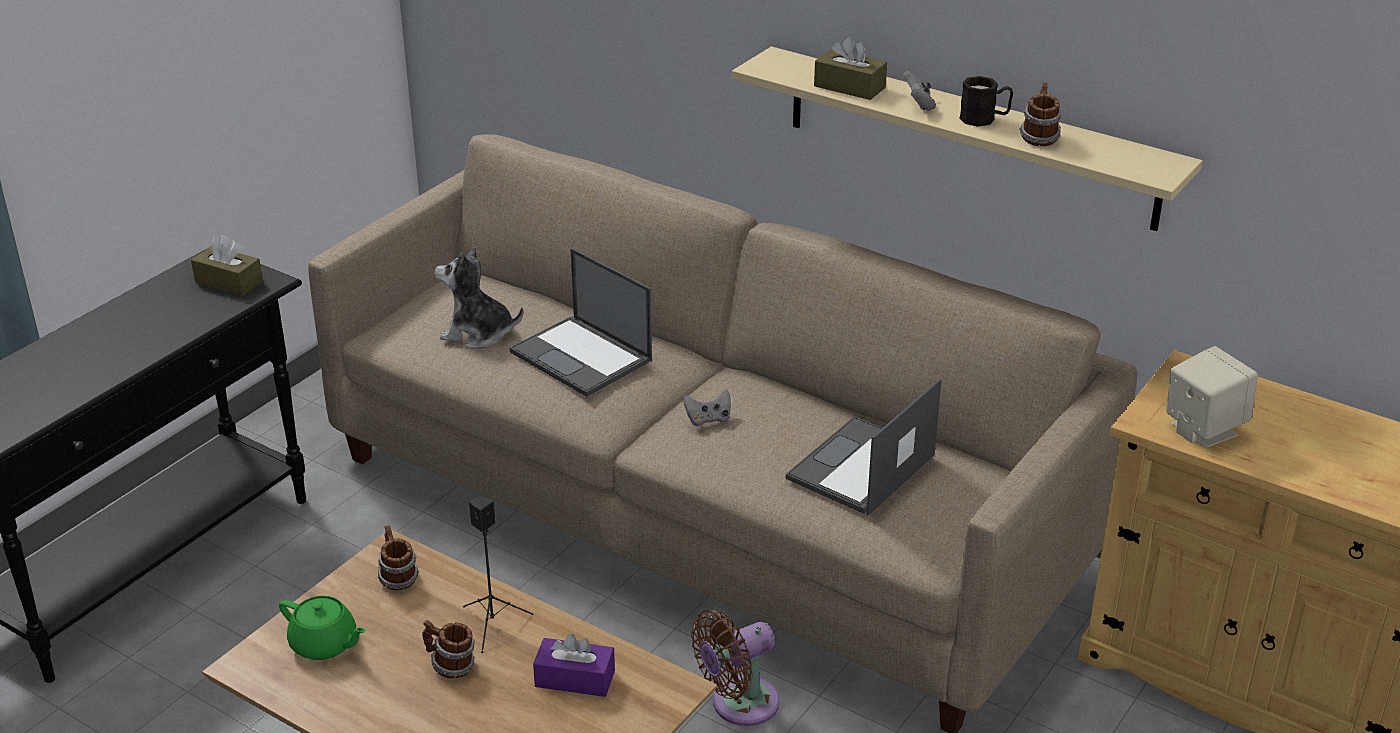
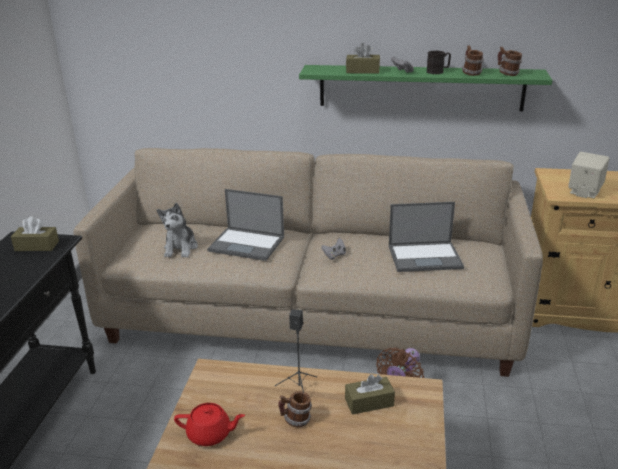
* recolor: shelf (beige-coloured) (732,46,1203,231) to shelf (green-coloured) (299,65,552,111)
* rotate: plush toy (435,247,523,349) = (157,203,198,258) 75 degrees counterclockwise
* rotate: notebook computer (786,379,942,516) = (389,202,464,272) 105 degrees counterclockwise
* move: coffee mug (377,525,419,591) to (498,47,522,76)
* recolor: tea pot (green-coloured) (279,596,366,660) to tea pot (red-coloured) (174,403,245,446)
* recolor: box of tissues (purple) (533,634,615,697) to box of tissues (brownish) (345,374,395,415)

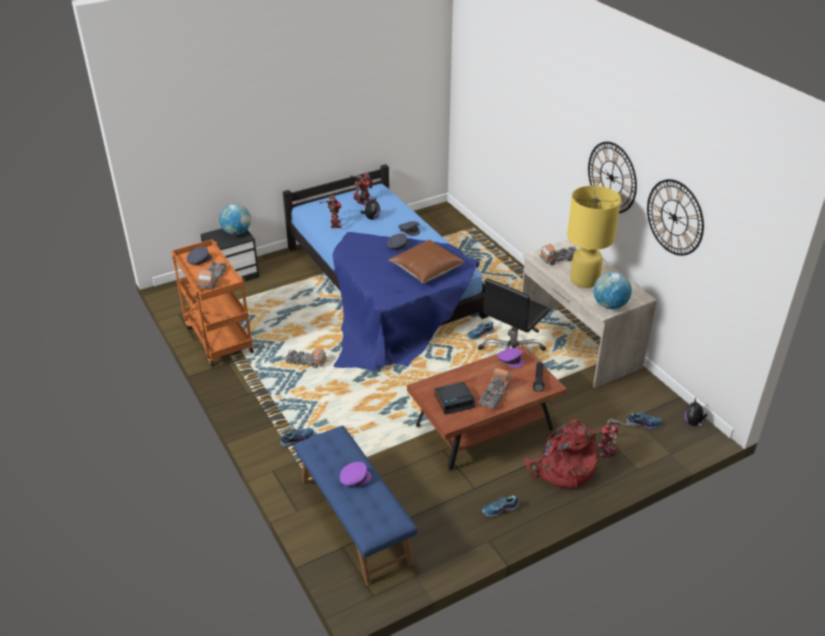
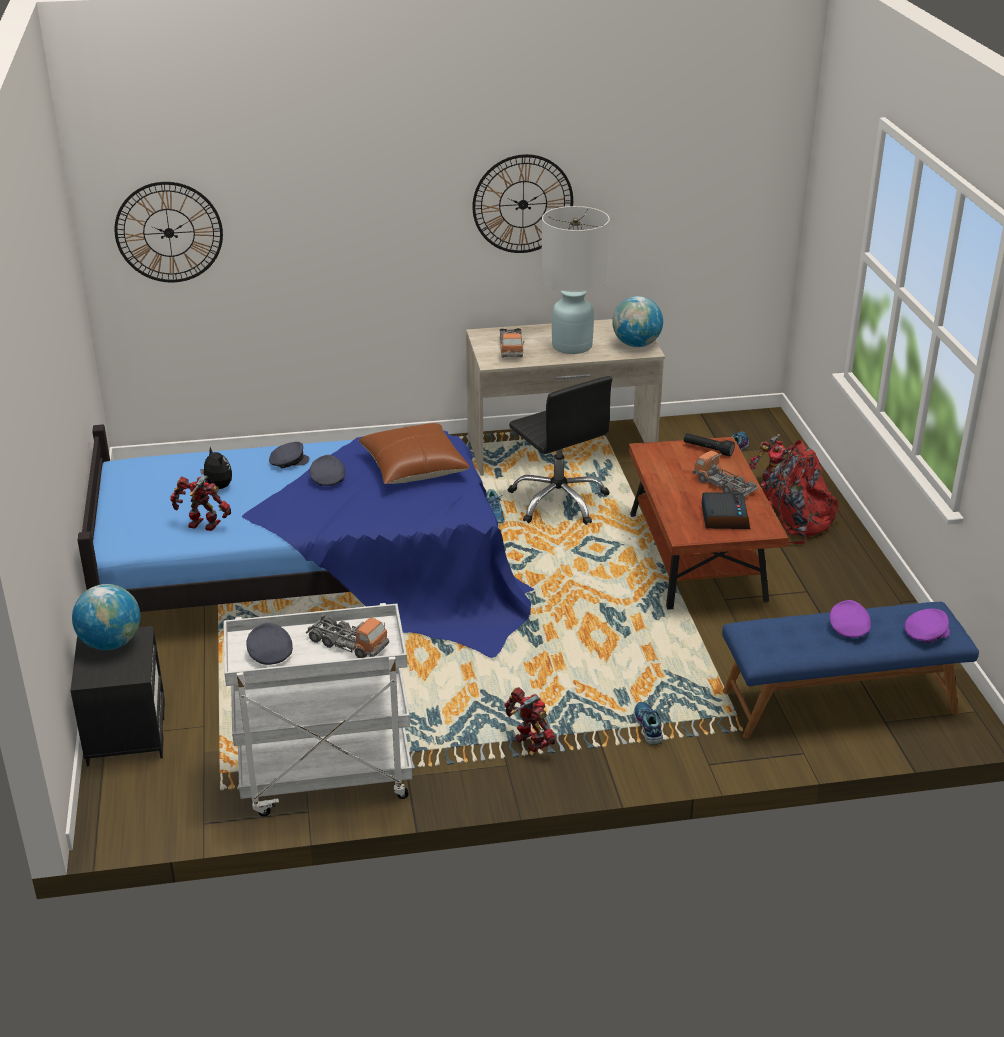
* move: model robot (350,173,373,206) to (505,687,556,752)
* move: hanging clock (647,179,704,256) to (115,182,223,283)
* recolor: table lamp (yellow) (567,185,621,288) to table lamp (white-coloured) (541,206,610,354)
* recolor: wheeled cart (orangey) (172,239,254,367) to wheeled cart (white-coloured) (224,603,412,816)
* delete: model truck (284,348,327,368)
* move: baseball cap (purple) (497,348,524,368) to (905,609,950,643)
* delete: plush toy (685,398,707,427)
* delete: shoe (482,495,519,517)

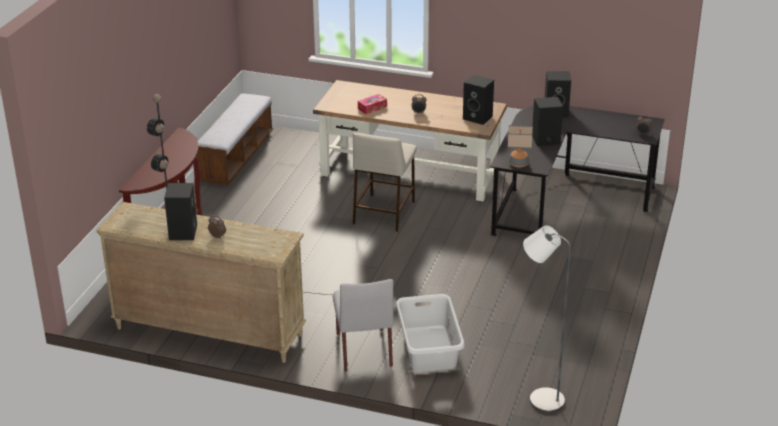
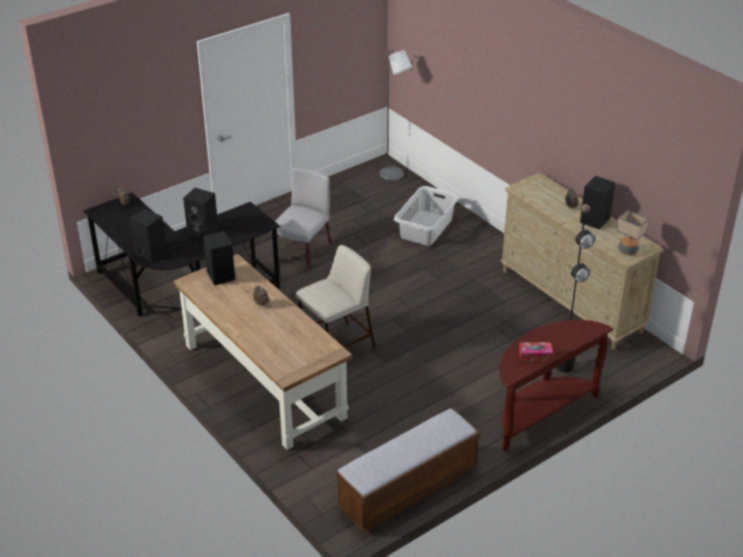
* move: box of tissues (358,94,387,114) to (519,342,553,361)
* move: table lamp (508,125,533,168) to (616,210,649,255)
* move: upright chair (grey) (333,279,394,372) to (271,168,331,270)

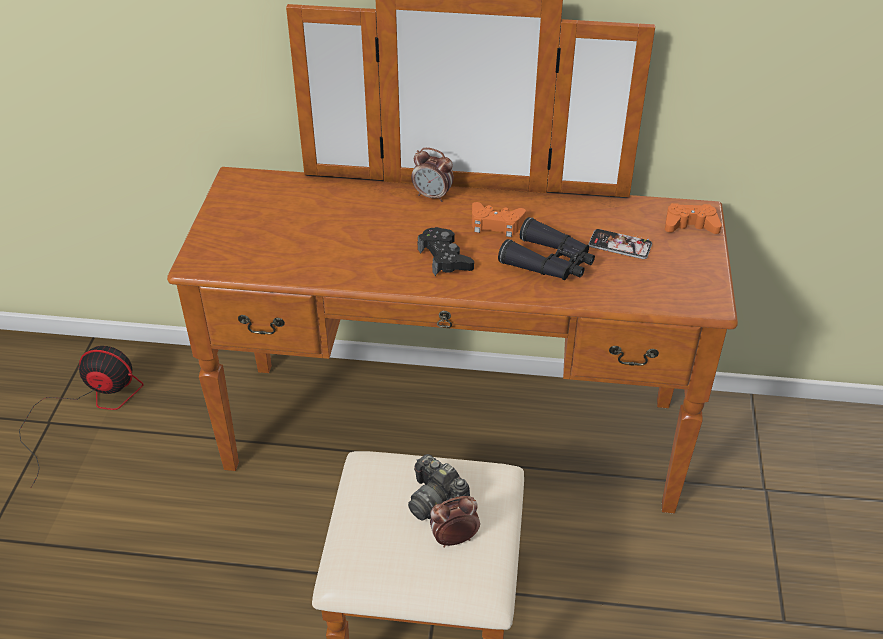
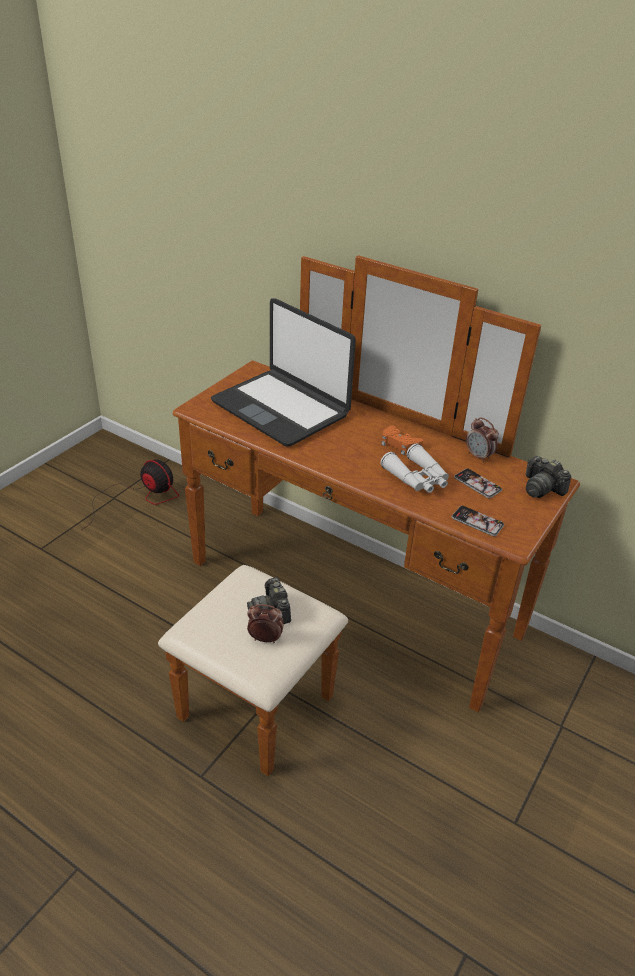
* move: bedside clock (411,148,454,202) to (466,417,499,463)
* replace: gamepad (orangey) (665,203,722,234) to still camera (526,456,571,498)
* recolor: field glasses (blackish) (498,217,595,280) to field glasses (white-coloured) (380,443,449,493)
* delete: gamepad (blackish) (418,227,474,276)
* insert: notebook computer (211,298,356,446)
* insert: handset (451,506,504,536)

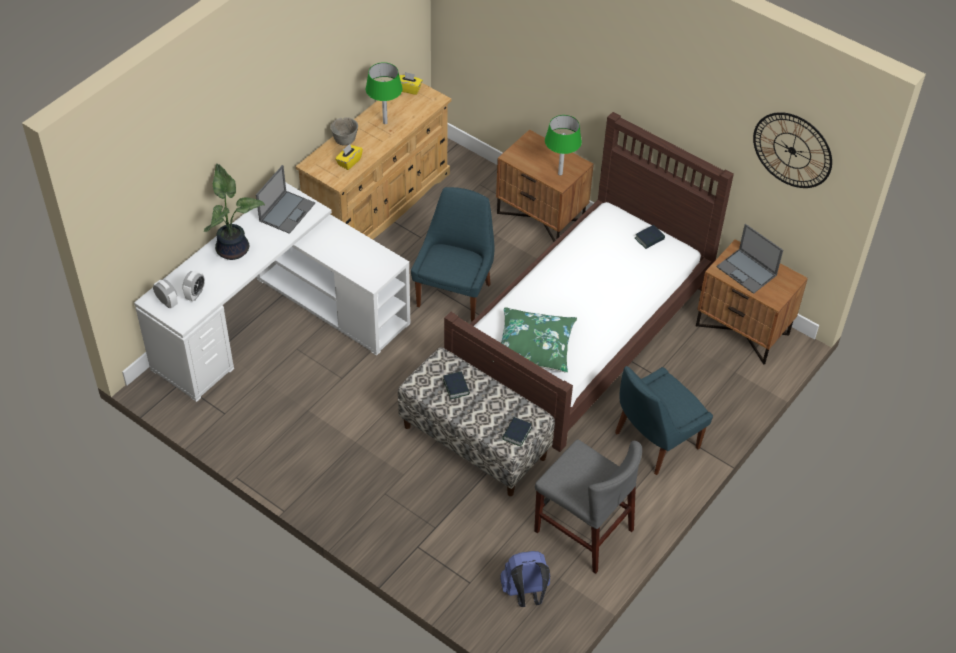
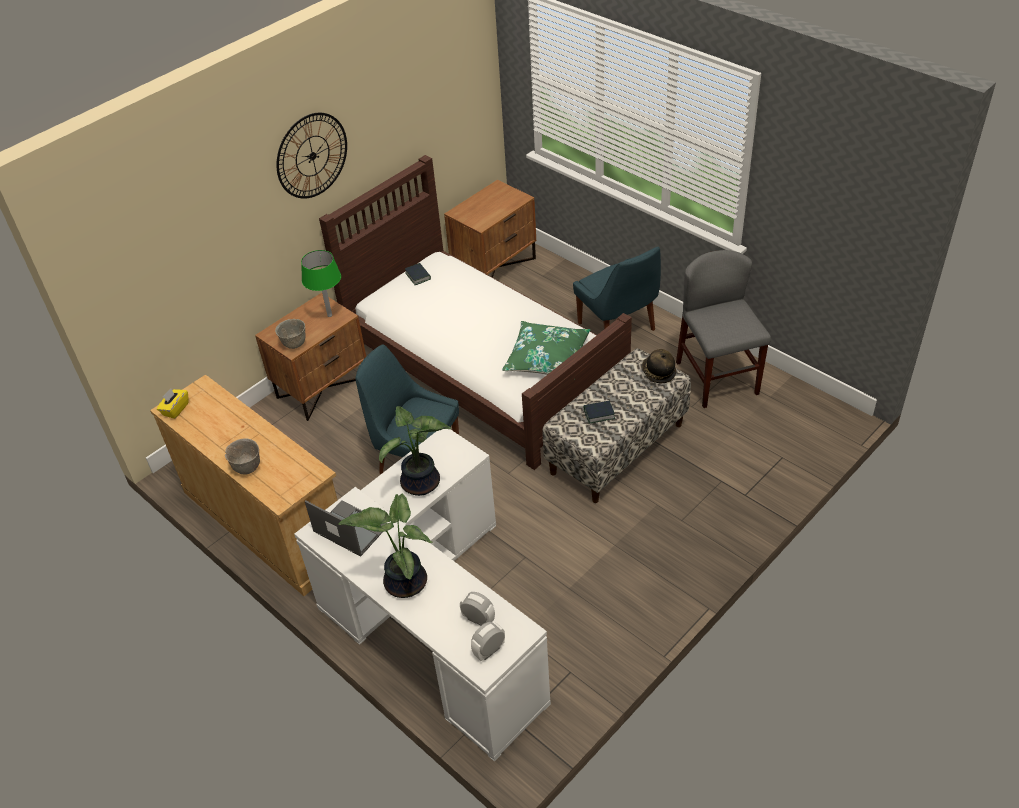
* delete: table lamp (green-coloured) (366,62,402,124)
* move: hanging clock (753,112,832,188) to (276,113,347,199)
* delete: box of tissues (yellow) (335,144,363,170)
* delete: notebook computer (717,224,783,294)
* replace: volume (502,417,532,447) to wearable hat (642,349,676,383)
* rotate: upright chair (grey) (534,439,642,574) = (676,250,771,408) 60 degrees counterclockwise
* delete: backpack (bluish) (500,551,550,607)
* insert: deep dish (grey) (275,319,305,349)
* insert: plant in a pot (379,406,451,496)

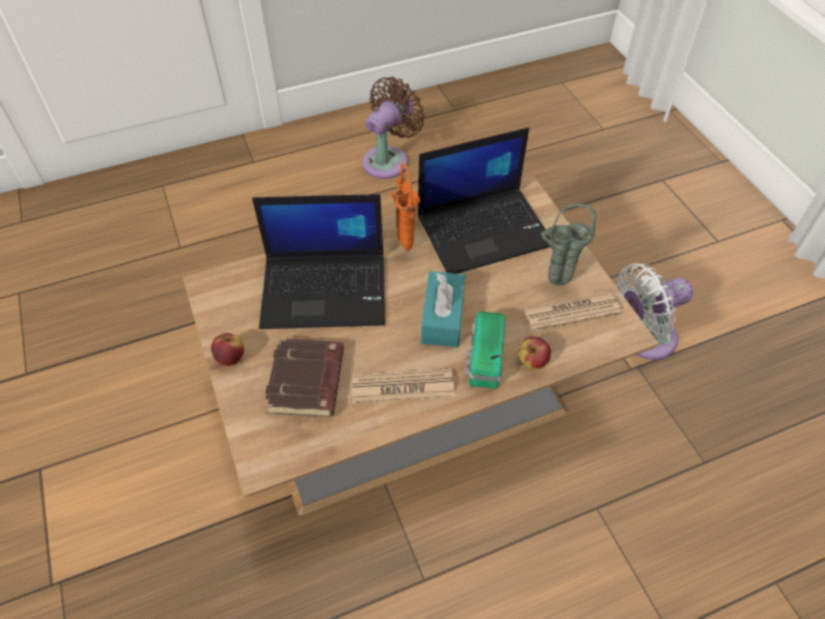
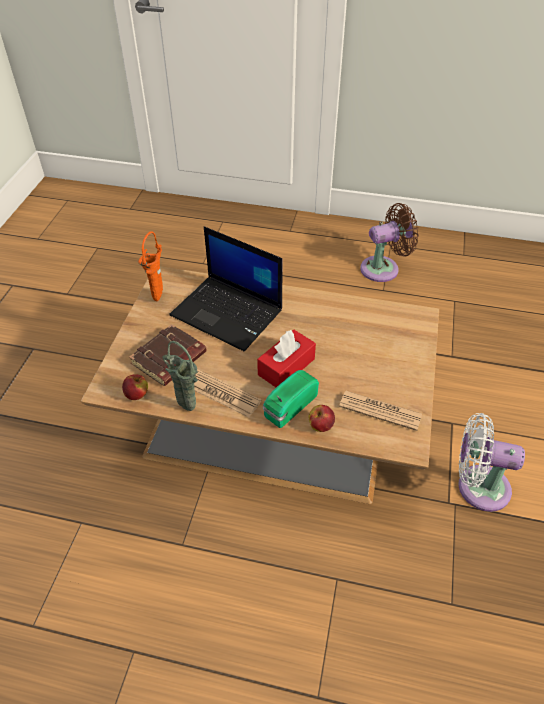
* delete: notebook computer (418,127,551,274)
* move: vase (orangey) (390,163,420,250) to (138,231,163,301)
* move: vase (green-coloured) (541,204,596,285) to (163,341,198,411)
* recolor: box of tissues (blue-green) (421,271,466,347) to box of tissues (red-coloured) (257,330,316,387)
* move: apple fruit (211,333,244,366) to (122,374,148,400)

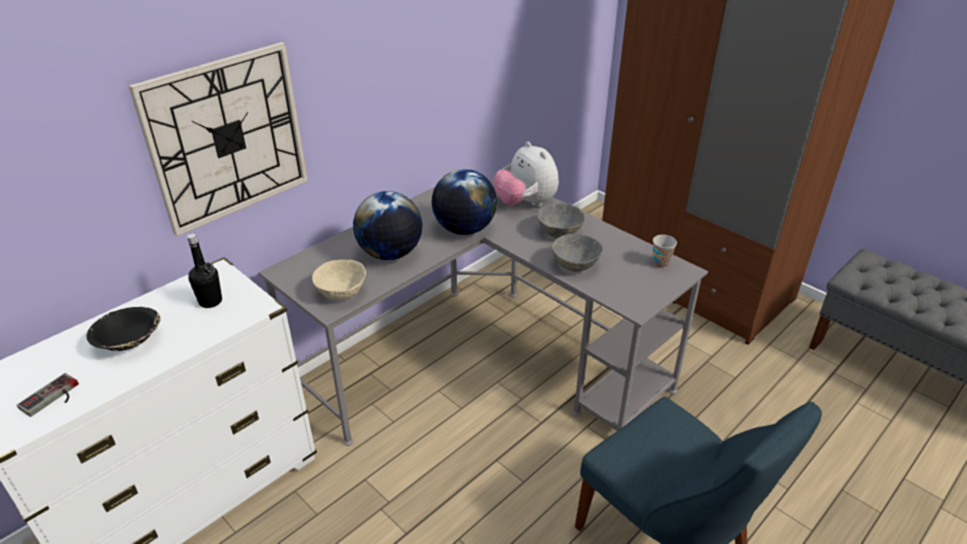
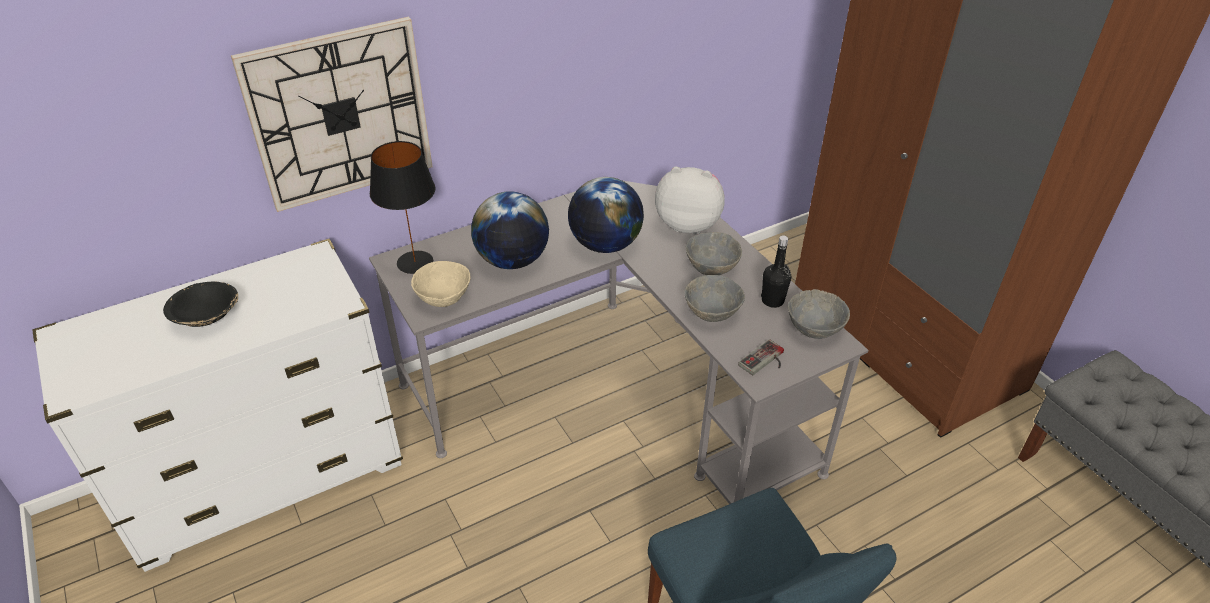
* rotate: plush toy (494,142,559,207) = (655,167,725,235) 120 degrees clockwise
* move: bottle (blackish) (187,233,222,308) to (761,235,791,308)
* replace: small cup (653,235,677,268) to deep dish (grey) (788,289,850,339)
* move: gamepad (17,373,79,417) to (738,339,784,375)
* insert: table lamp (blackish) (370,141,436,274)

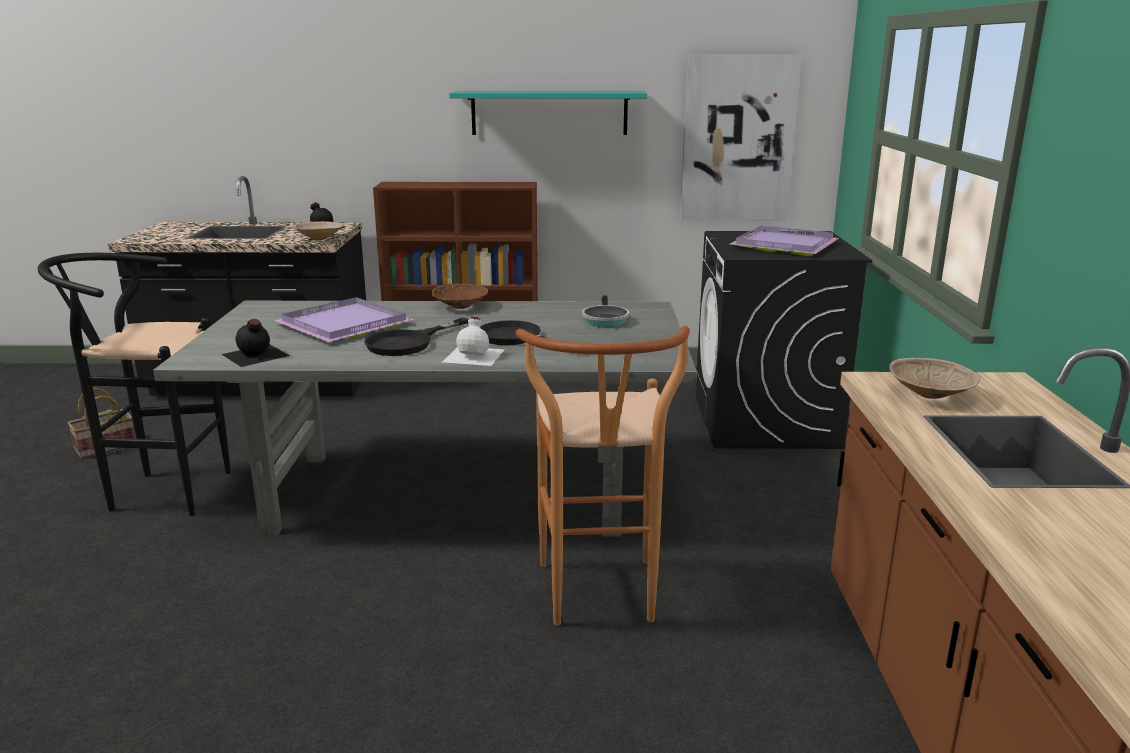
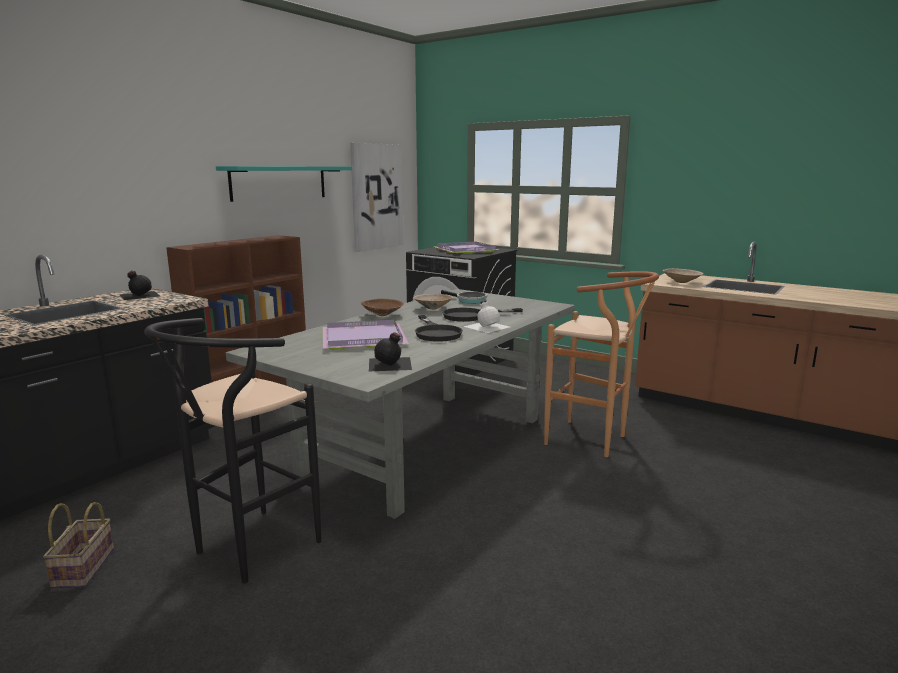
* move: deep dish (beige-coloured) (294,221,344,240) to (413,294,453,310)

